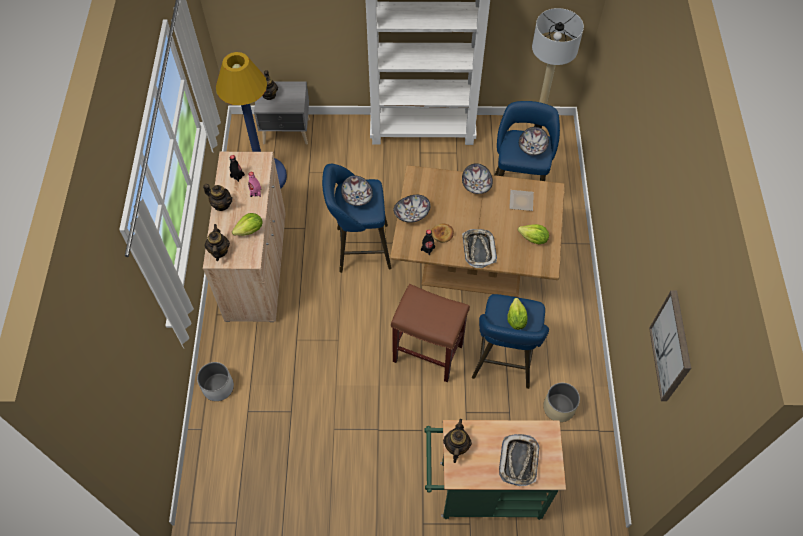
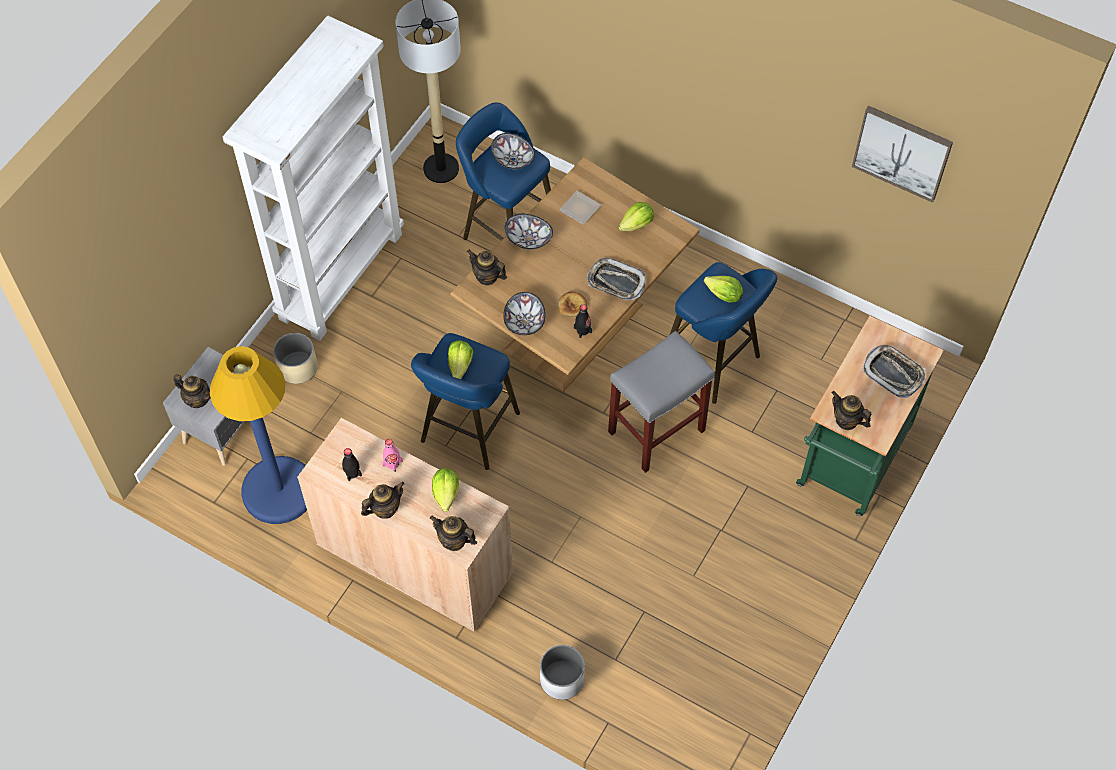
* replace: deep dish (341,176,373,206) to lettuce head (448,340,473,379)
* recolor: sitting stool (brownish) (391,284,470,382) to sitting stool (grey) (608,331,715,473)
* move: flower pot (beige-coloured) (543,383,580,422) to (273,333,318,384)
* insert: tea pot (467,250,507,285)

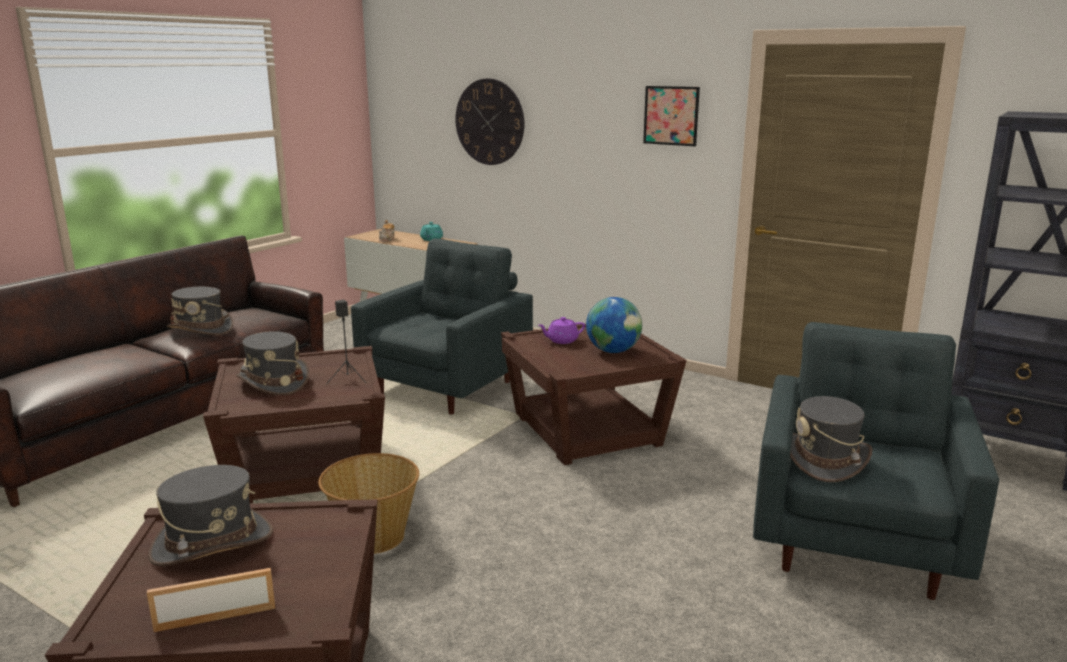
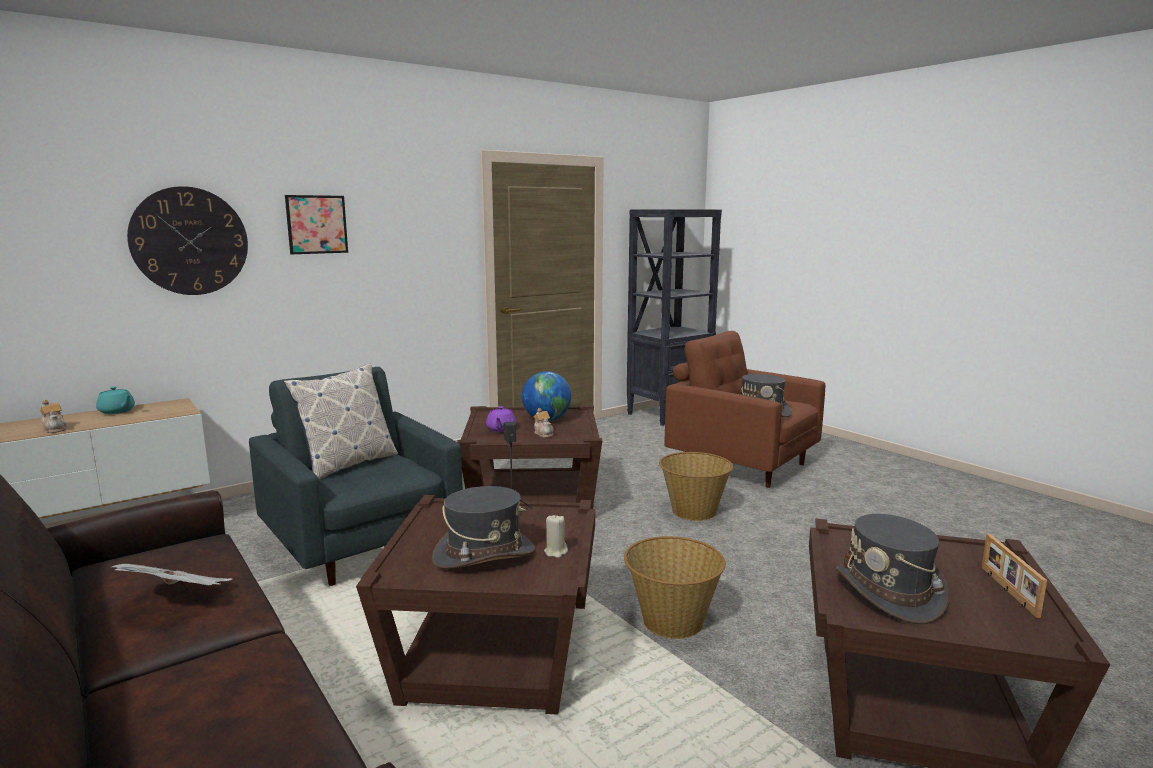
* move: picture (643,86,700,146) to (285,195,348,254)
* replace: wearable hat (grey) (167,287,233,335) to printed paper (112,564,232,586)
* recolor: armchair (grey) (753,322,999,600) to armchair (brownish) (665,331,825,488)
* insert: cushion (284,364,398,481)
* insert: tea pot (534,408,554,438)
* insert: basket (659,452,733,521)
* insert: wax candle (beige-coloured) (544,514,568,558)

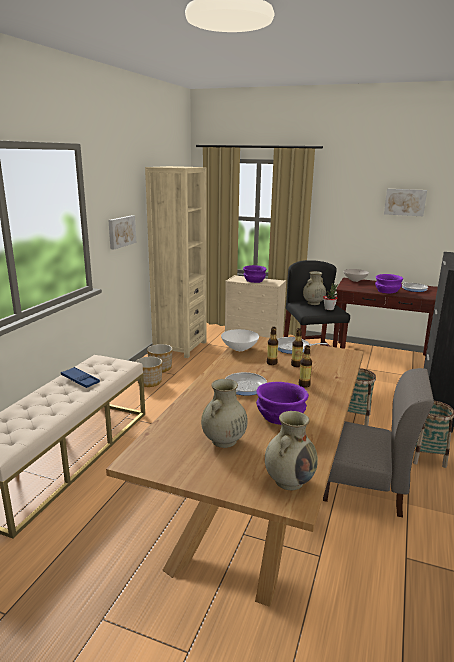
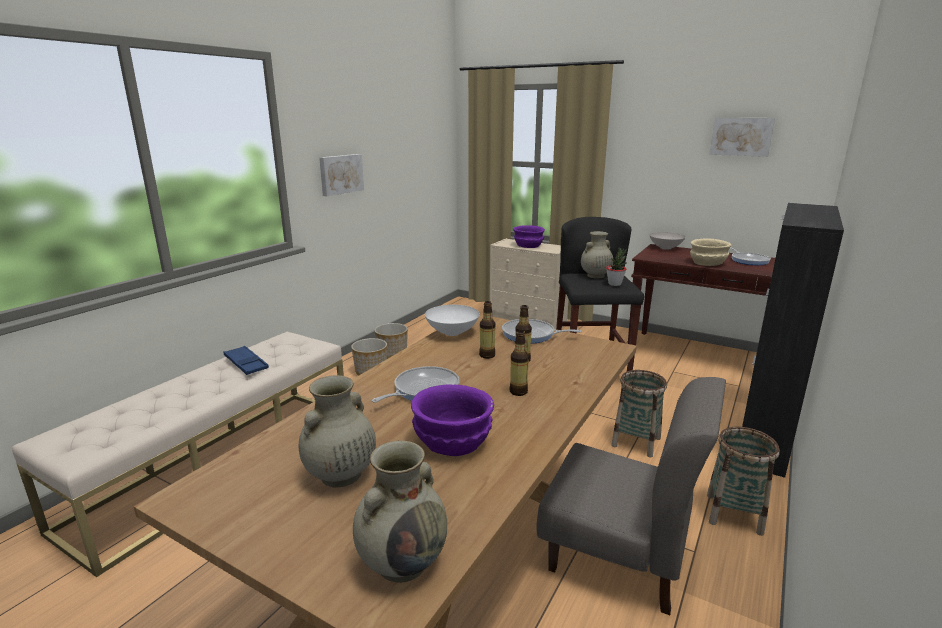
* delete: shelving unit (beige-coloured) (145,166,206,358)
* recolor: deep dish (purple) (375,274,403,293) to deep dish (beige-coloured) (690,239,732,266)

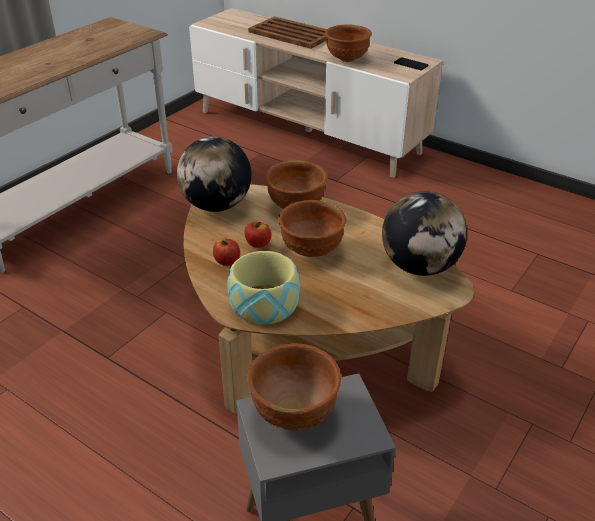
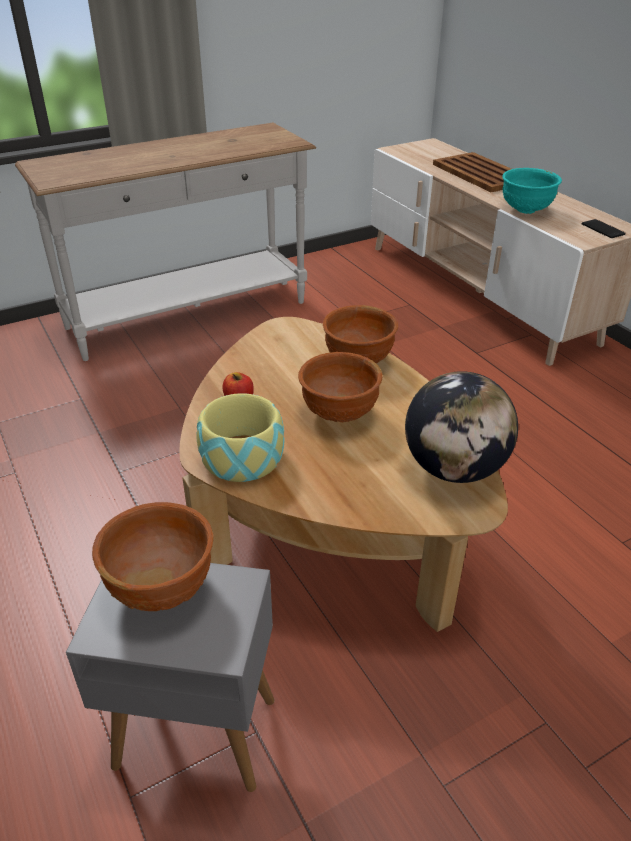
* recolor: deep dish (brownish) (325,24,372,62) to deep dish (blue-green) (503,168,562,214)
* delete: world globe (177,137,252,212)
* delete: apple fruit (244,221,271,248)

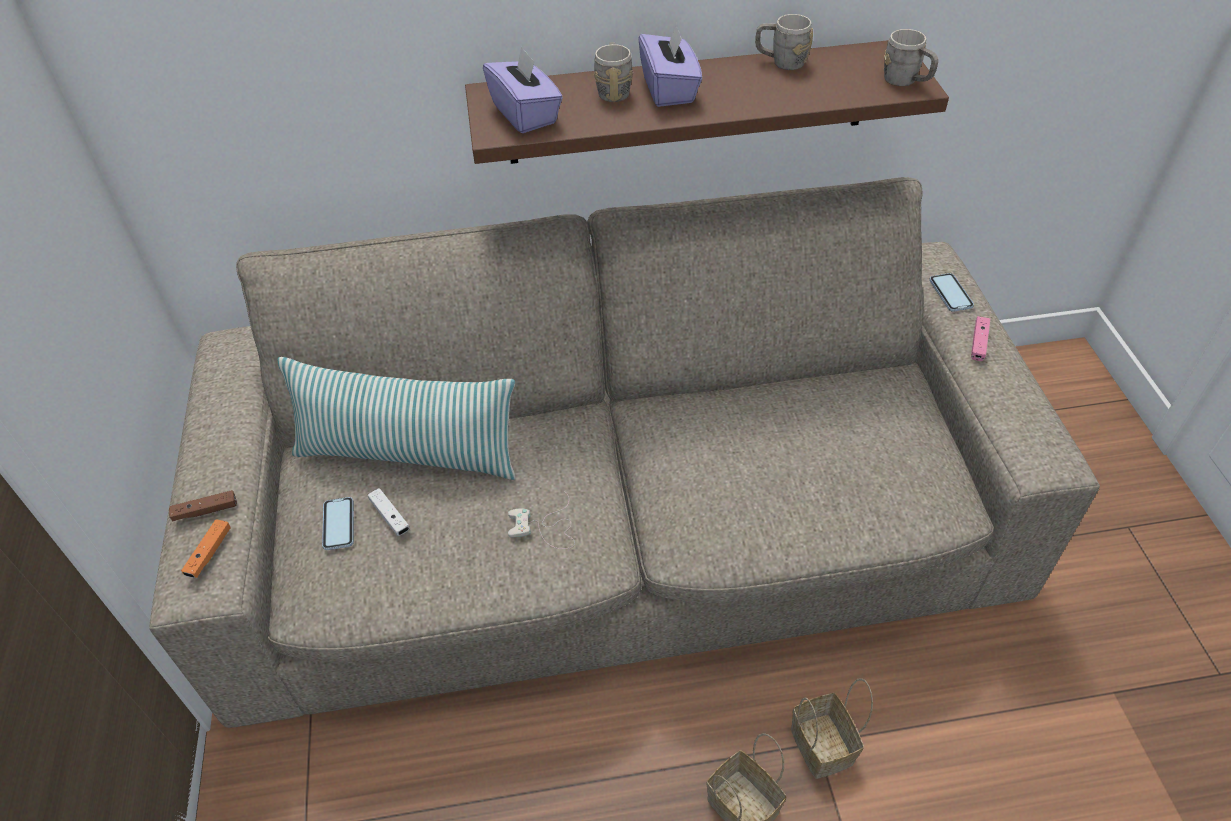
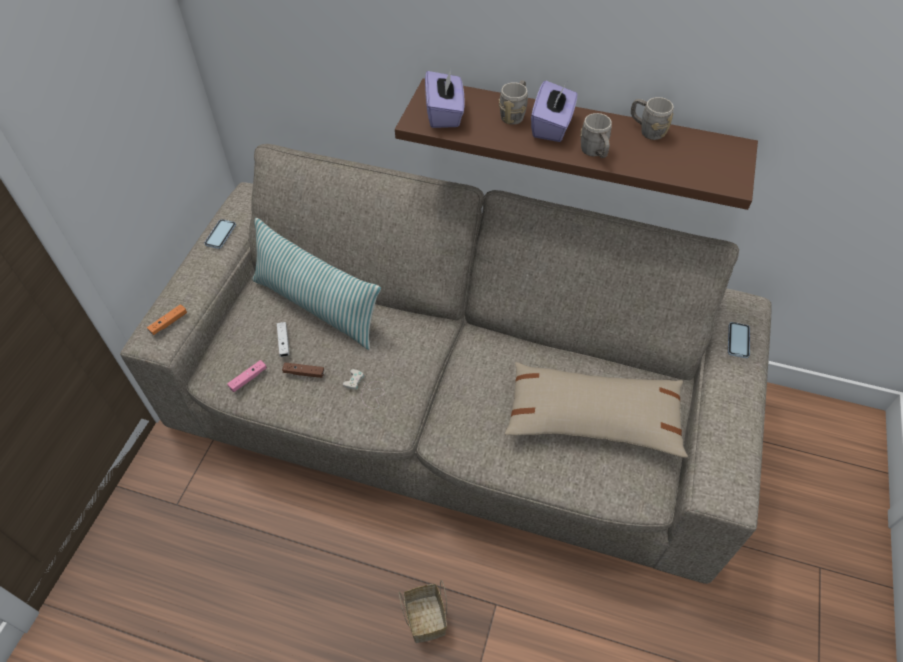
* move: coffee mug (grey) (884,29,938,86) to (580,113,612,158)
* move: gamepad (pinkish) (971,316,990,361) to (227,360,267,392)
* move: gamepad (brownish) (169,490,237,521) to (282,362,324,378)
* move: handset (322,497,354,550) to (204,219,236,249)
* delete: basket (791,678,873,779)
* insert: cushion (beige-coloured) (505,362,688,458)

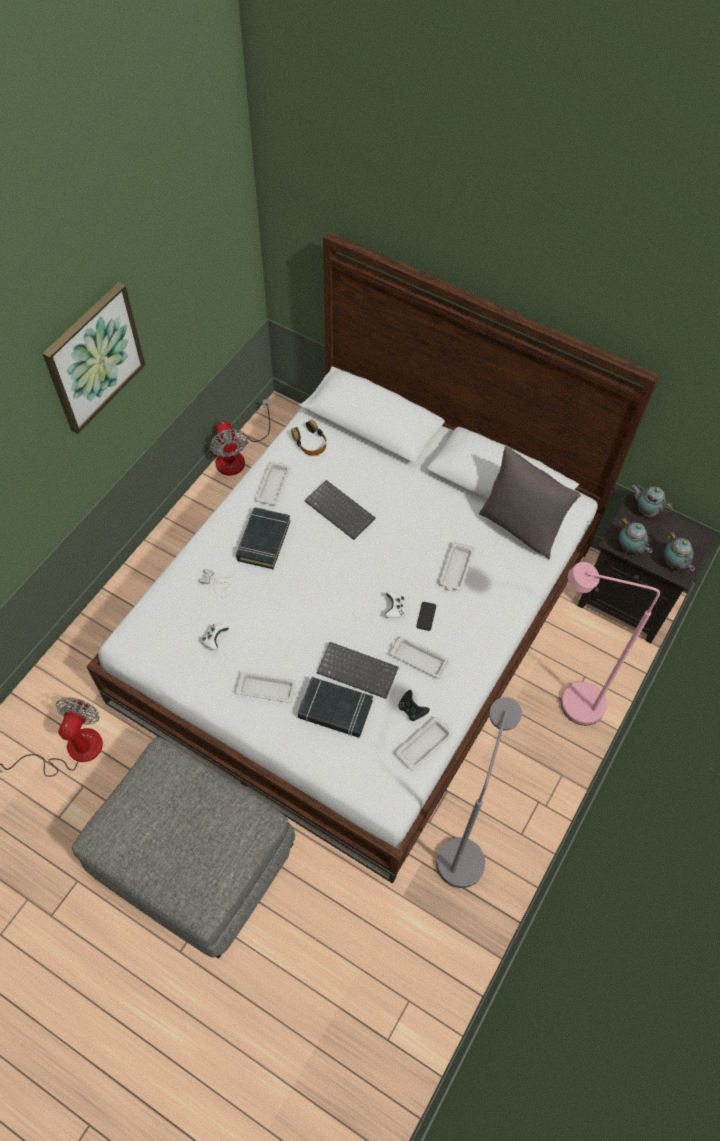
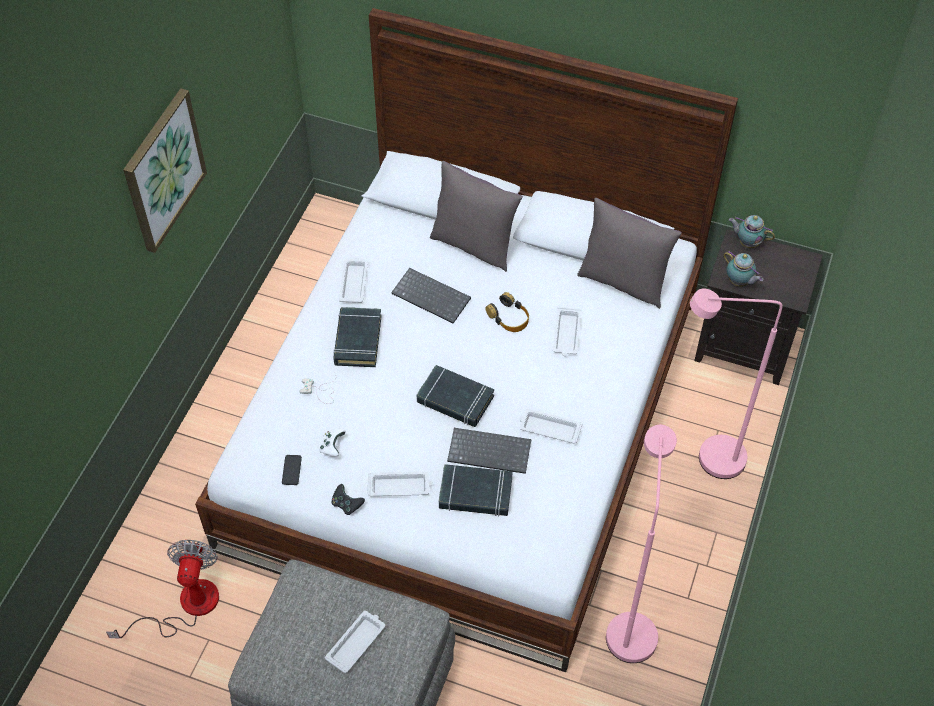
* delete: cooling fan (210,398,270,476)
* move: pair of headphones (291,420,326,456) to (485,292,529,332)
* delete: tea pot (664,532,695,571)
* delete: gamepad (white-coloured) (385,591,405,618)
* move: handset (416,602,436,631) to (282,455,302,485)
* move: gamepad (blackish) (398,690,430,721) to (331,484,365,515)
* recolor: floor lamp (grey) (436,697,522,888) to floor lamp (pinkish) (606,425,677,663)
* move: serving tray (white-coloured) (396,717,454,770) to (325,611,385,673)
* insert: cushion (grey) (430,161,523,272)
* insert: volume (blackish) (417,365,494,427)

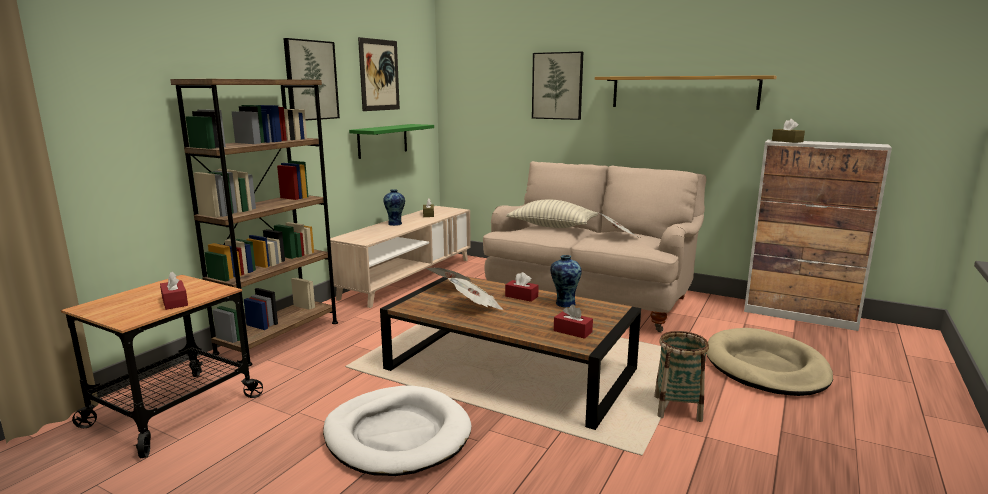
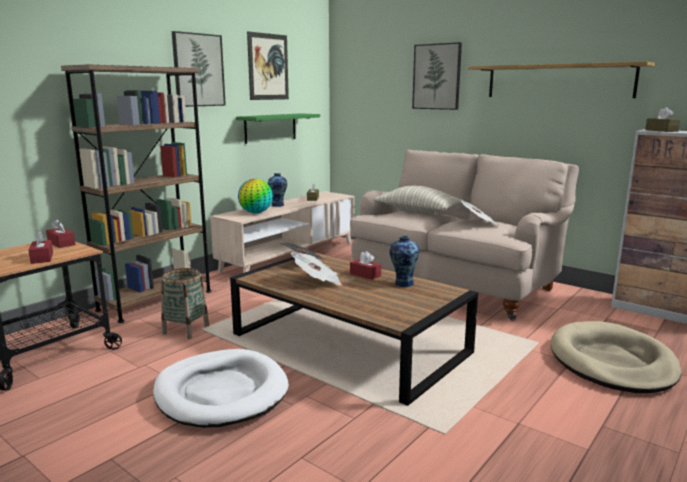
* move: box of tissues (red-coloured) (554,304,593,339) to (46,219,76,248)
* move: basket (654,331,709,422) to (161,268,209,339)
* insert: world globe (238,179,273,213)

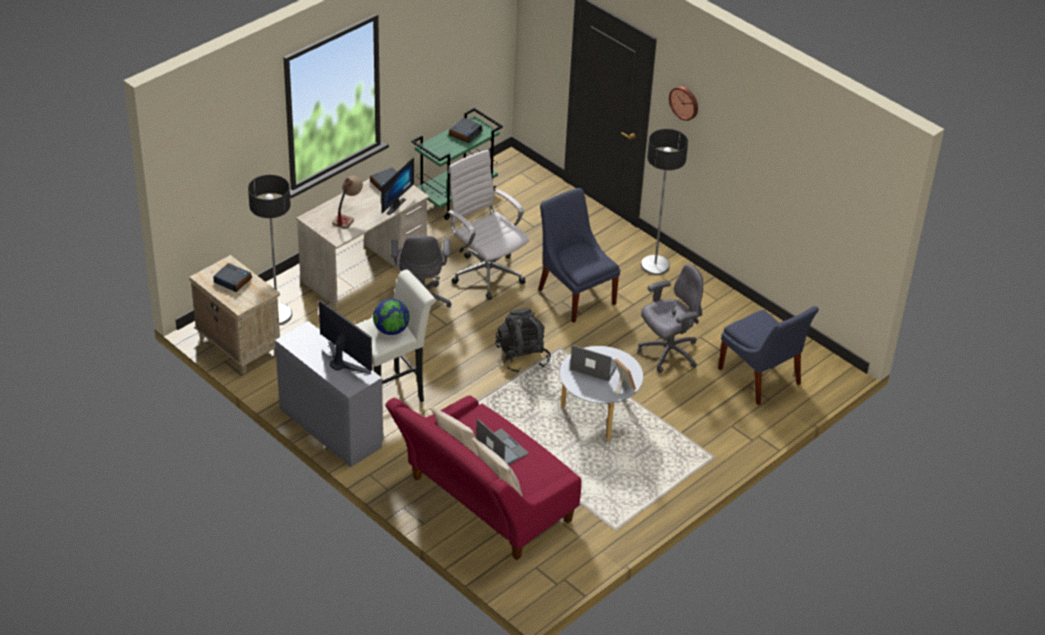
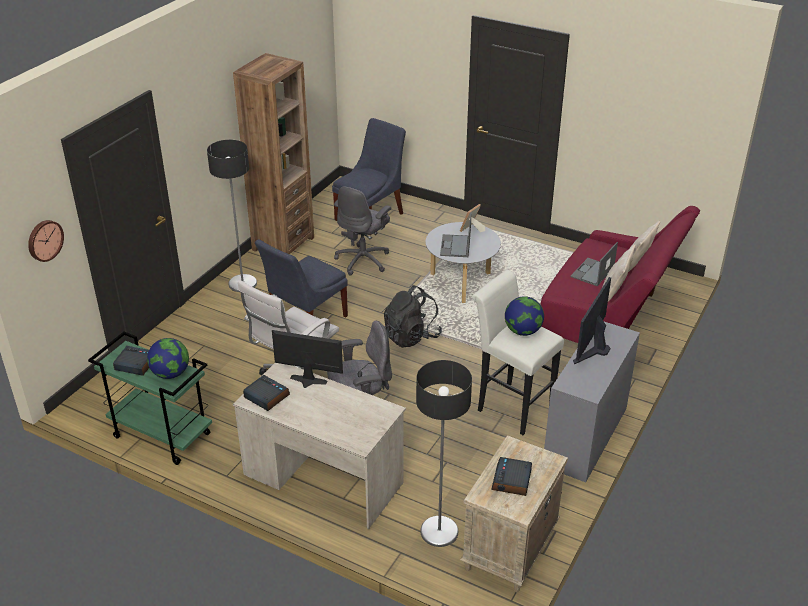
* move: hanging clock (669,86,698,121) to (28,220,64,262)
* delete: table lamp (332,175,363,229)
* rotate: desk chair (grey) (638,264,703,373) = (334,186,391,275) 105 degrees counterclockwise
* insert: shelving unit (brownish) (233,53,314,254)
* insert: world globe (147,338,189,379)

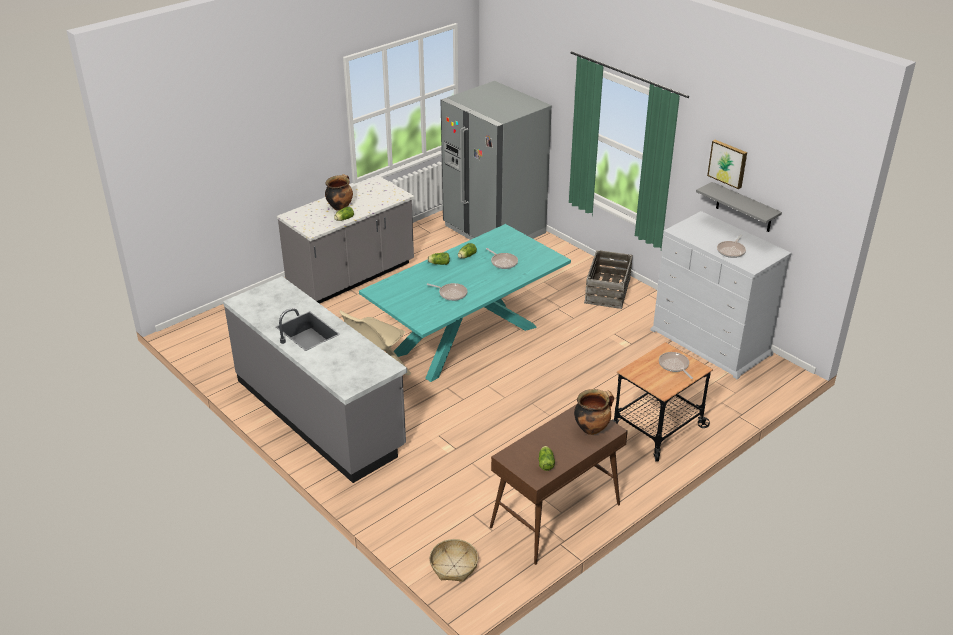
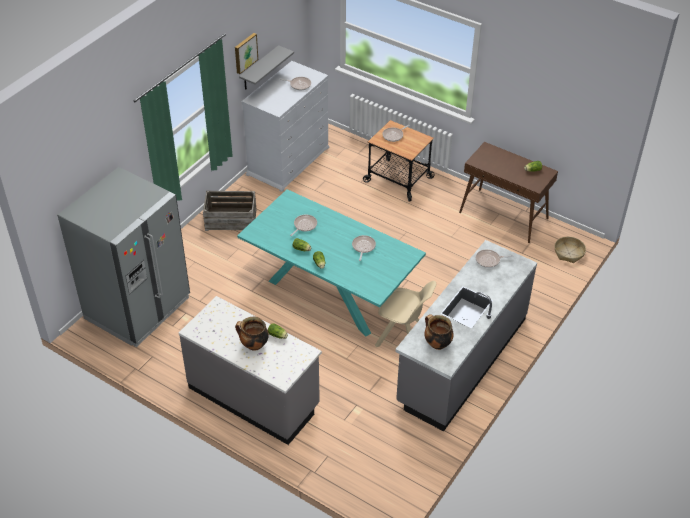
* move: stockpot (574,389,614,435) to (424,314,454,350)
* insert: pan (476,249,513,268)

